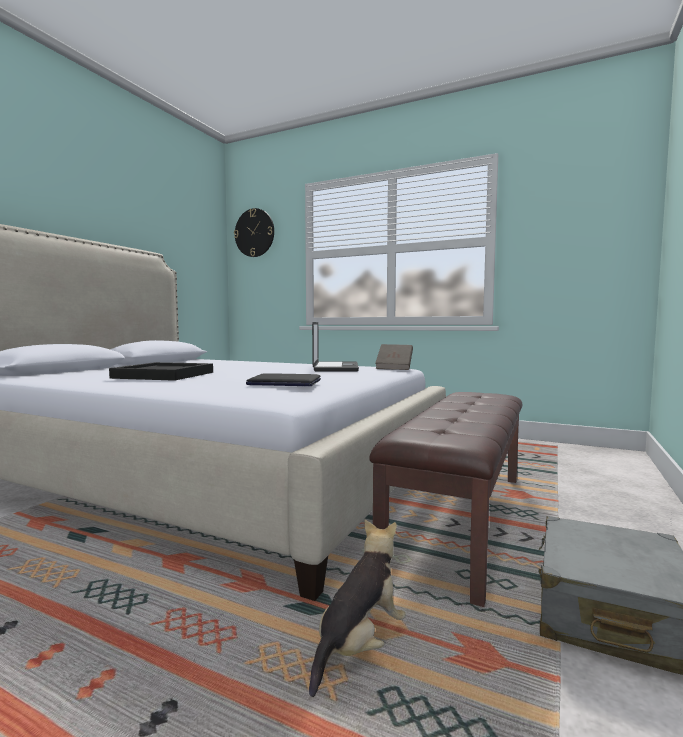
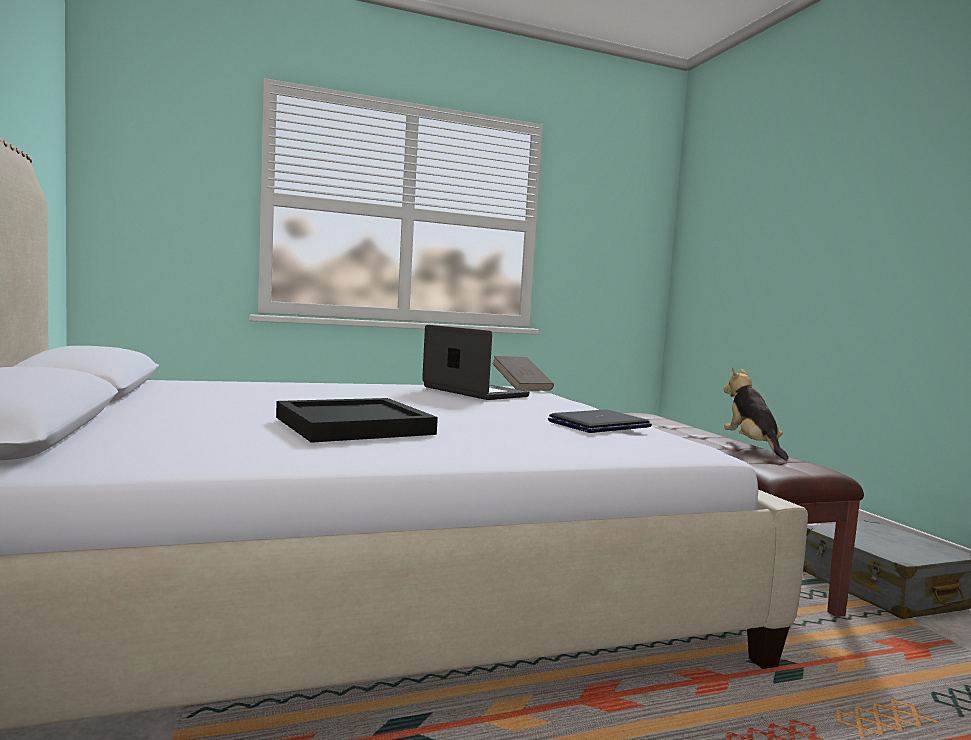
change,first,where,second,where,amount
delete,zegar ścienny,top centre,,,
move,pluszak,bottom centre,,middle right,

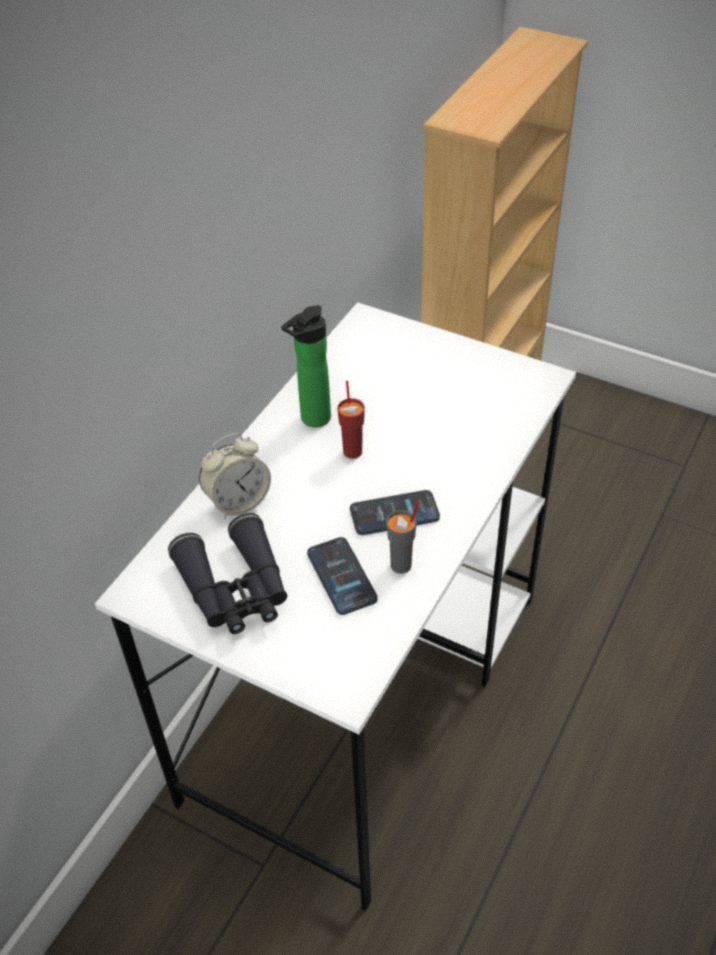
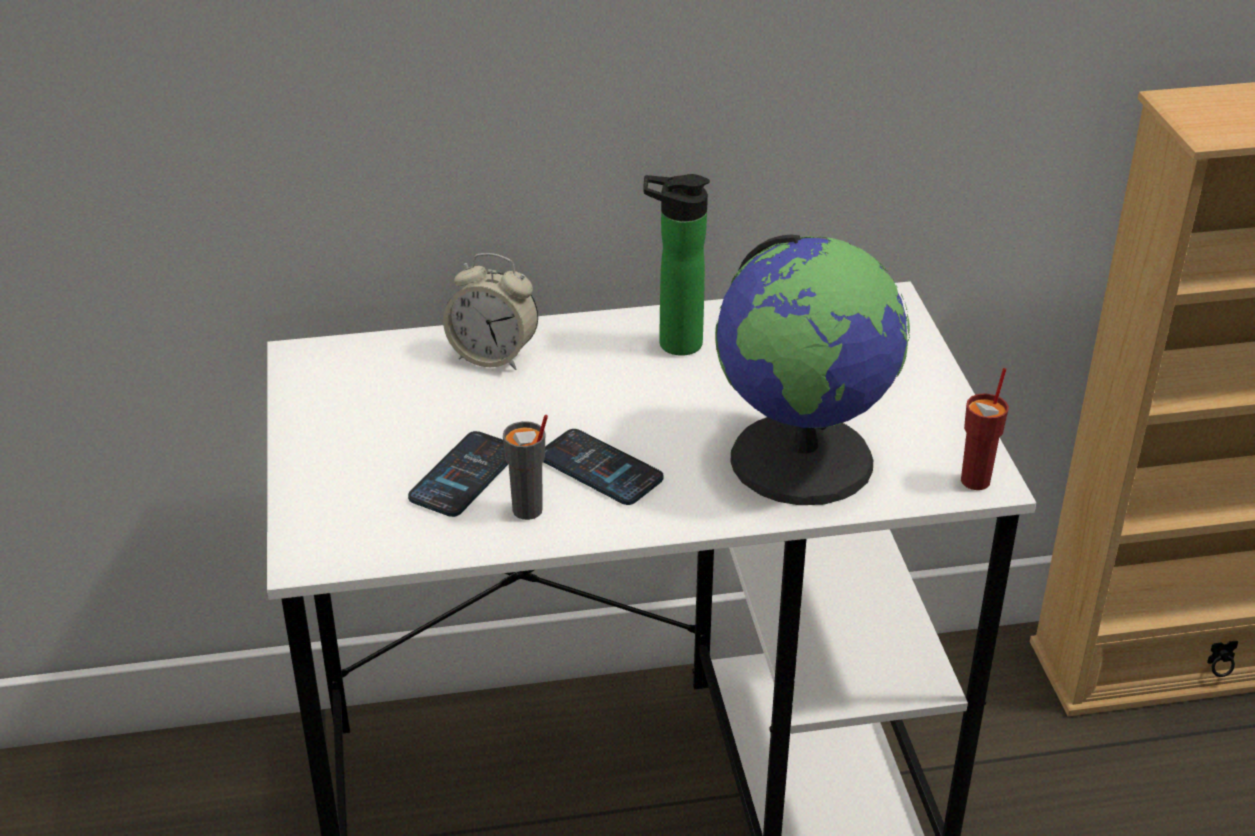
change,first,where,second,where,amount
move,filiżanka (czerwony),centre,,middle right,
delete,lornetka (czarny),middle left,,,
insert,,,globus,centre,

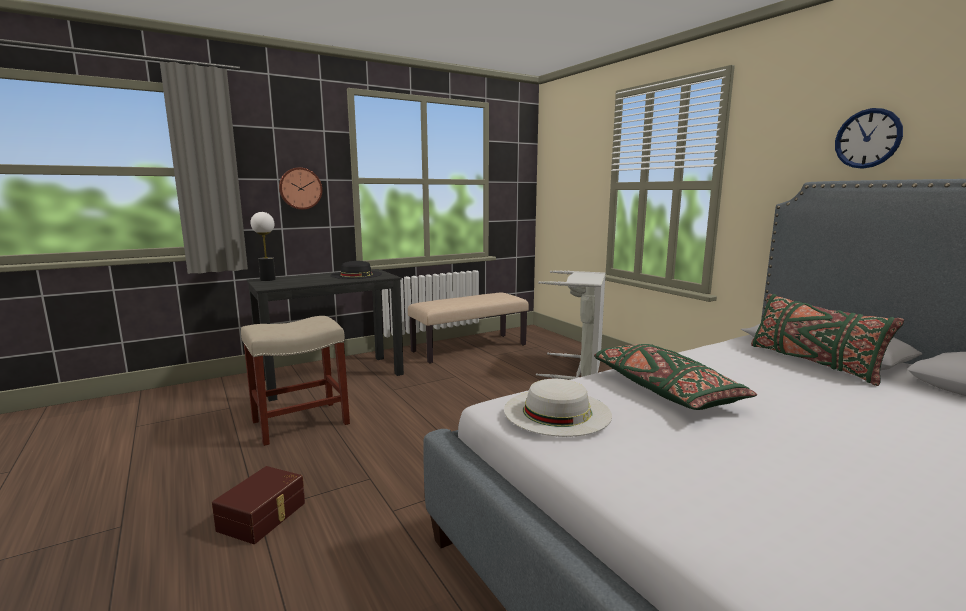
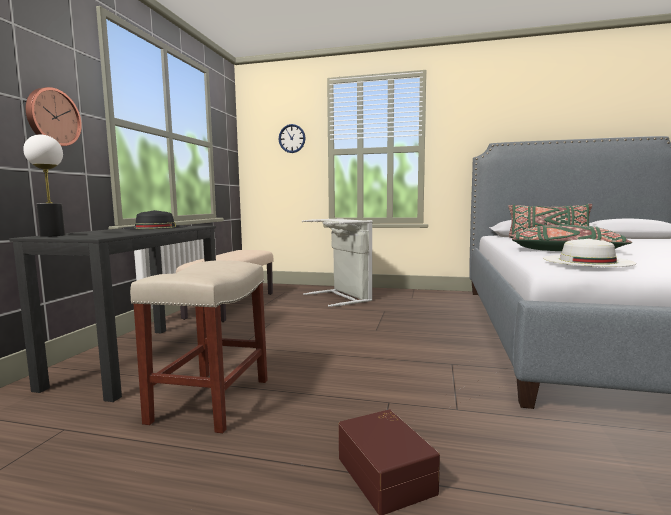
change,first,where,second,where,amount
move,zegar ścienny (2nd from left),top right,,top centre,

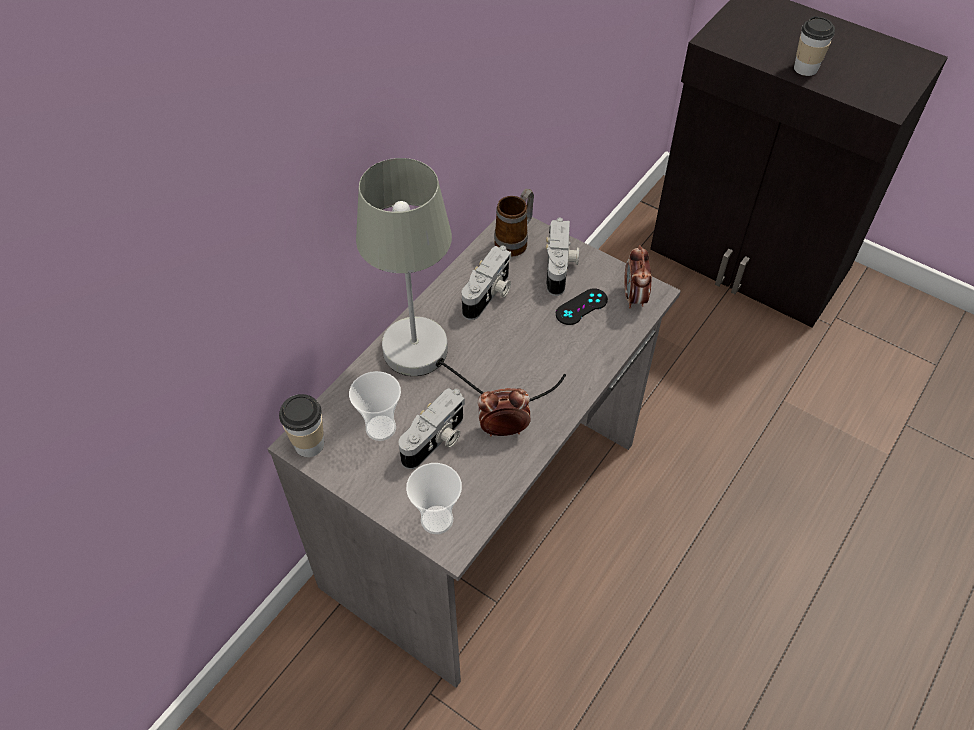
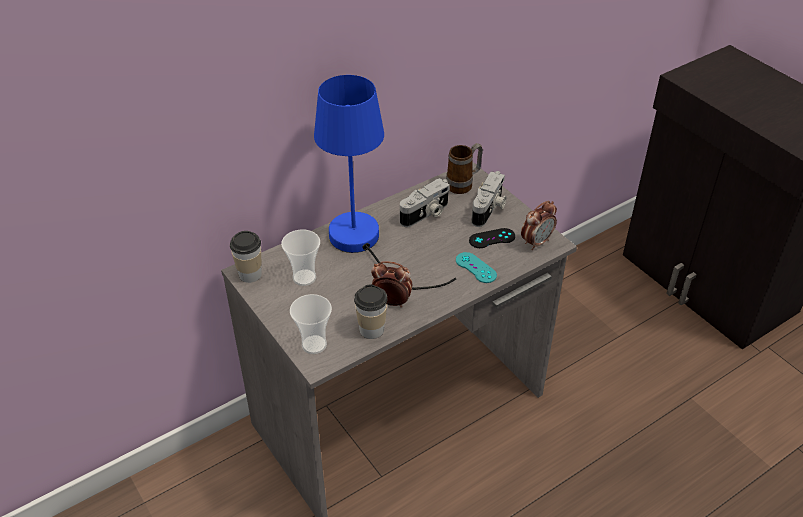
change,first,where,second,where,amount
move,filiżanka (4th from left),top right,,centre,
recolor,lampa stołowa (szary),centre,lampa stołowa (niebieski),centre,
rotate,budzik (2nd from left),centre,,middle right,150 degrees counterclockwise
delete,aparat fotograficzny (1st from left),centre,,,
insert,,,pad do gier (turkusowy),centre,

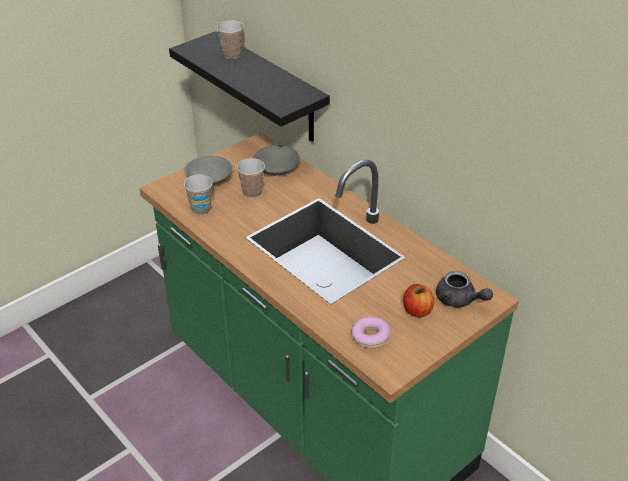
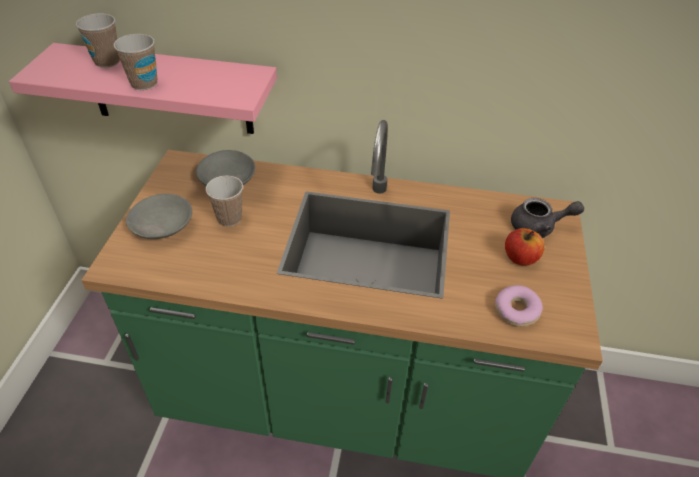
change,first,where,second,where,amount
recolor,półka (czarny),top centre,półka (różowy),top left,
move,filiżanka (1st from left in the first image),middle left,filiżanka (2nd from left),top left,

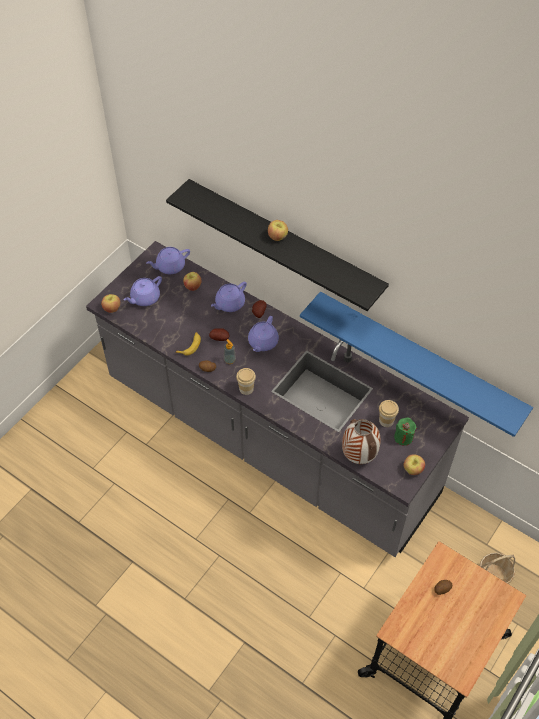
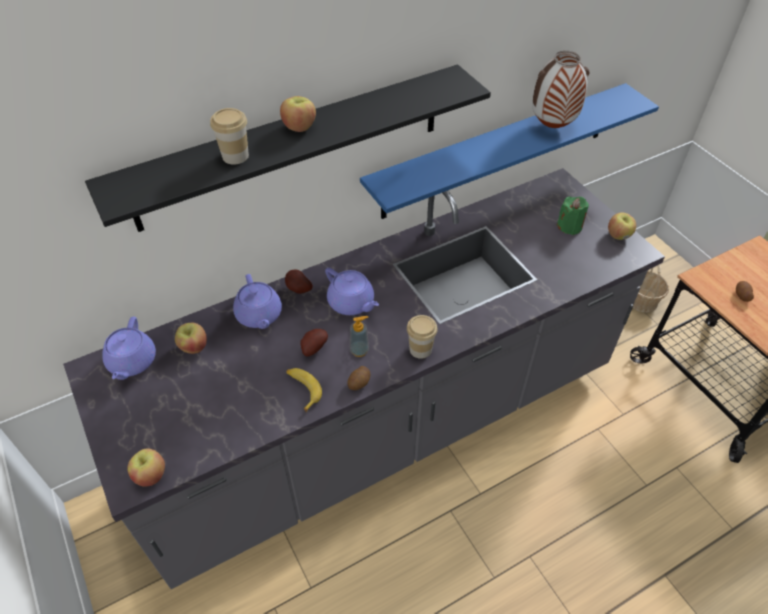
change,first,where,second,where,amount
delete,imbryk (fioletowy) (1st from left),middle left,,,
move,filiżanka (2nd from left in the first image),middle right,filiżanka (1st from left),top left,
move,wazon,middle right,,top right,

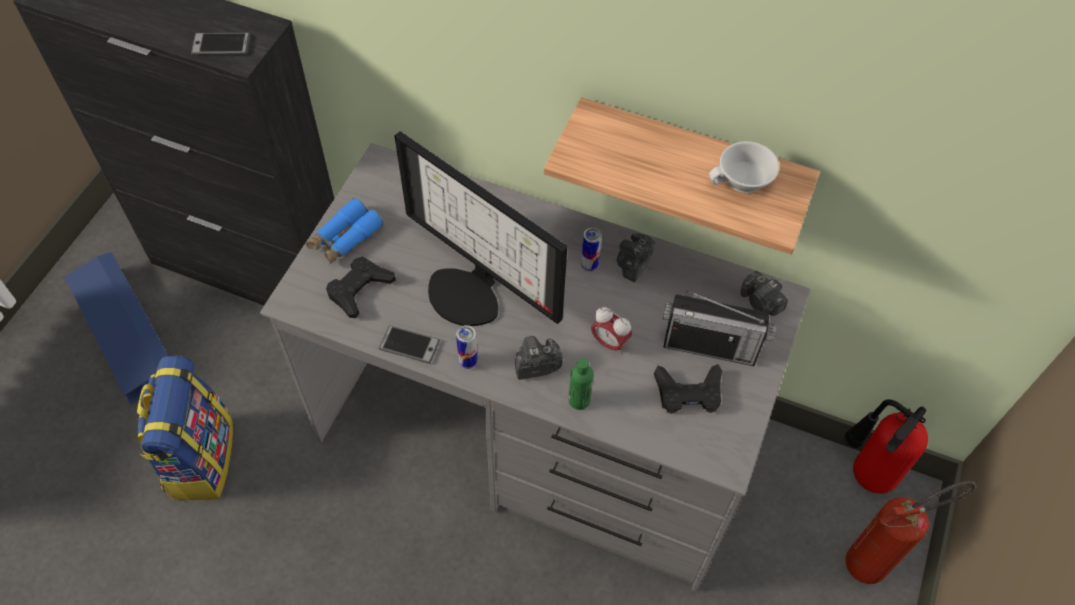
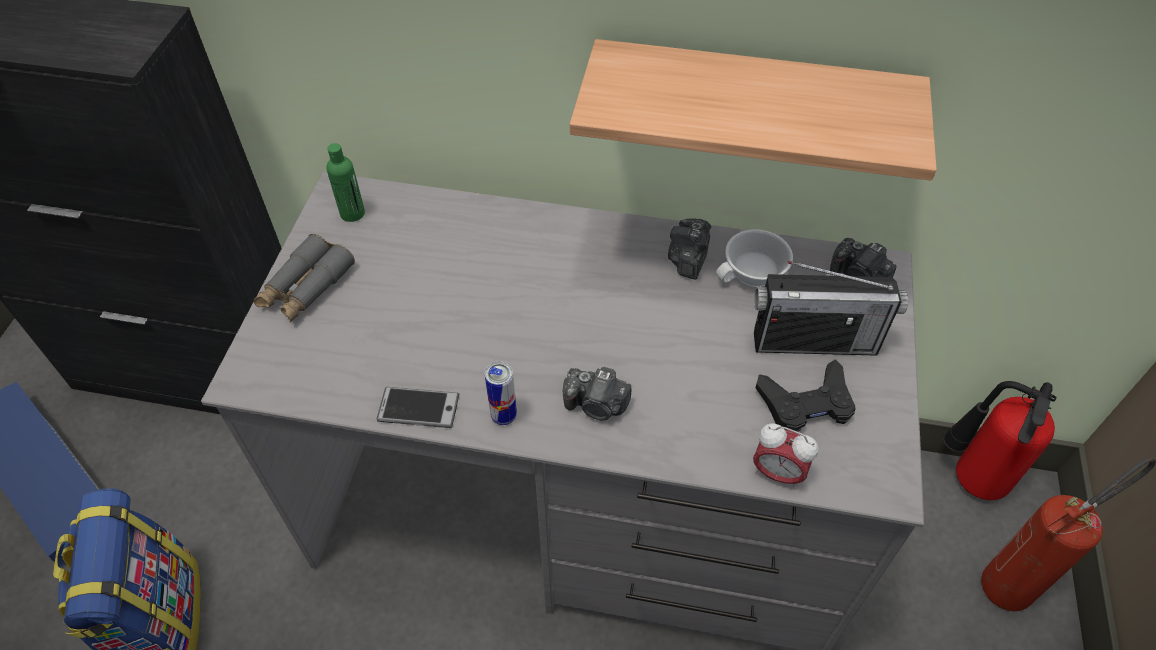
change,first,where,second,where,amount
delete,telefon (1st from left),top left,,,
delete,monitor,centre,,,
move,filiżanka (biały),top right,,centre,
recolor,lornetka (niebieski),middle left,lornetka (szary),middle left,
delete,puszka (2nd from left),centre,,,
delete,pad do gier (czarny) (1st from left),centre,,,
move,budzik,centre,,bottom right,
rotate,aparat fotograficzny (1st from left),centre,,centre,135 degrees counterclockwise
move,butelka (zielony),centre,,top left,

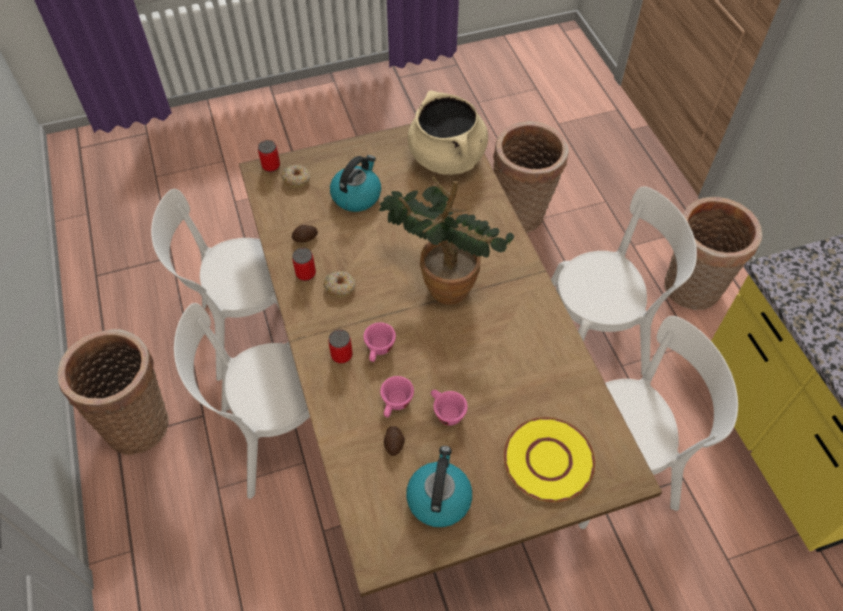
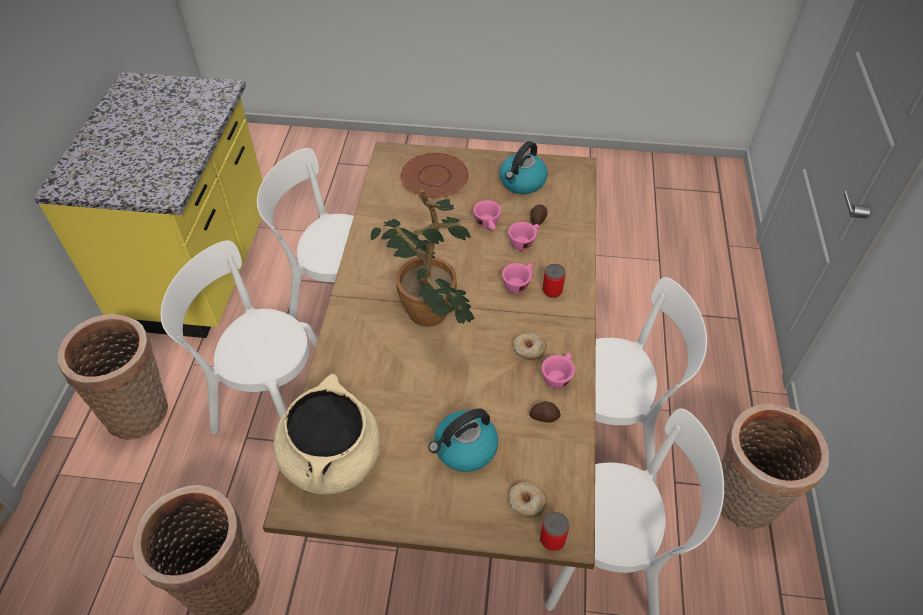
change,first,where,second,where,amount
replace,puszka (2nd from left),centre,filiżanka (różowy) (4th from left),centre,
recolor,talerz (żółty),bottom centre,talerz (brązowy),top centre,

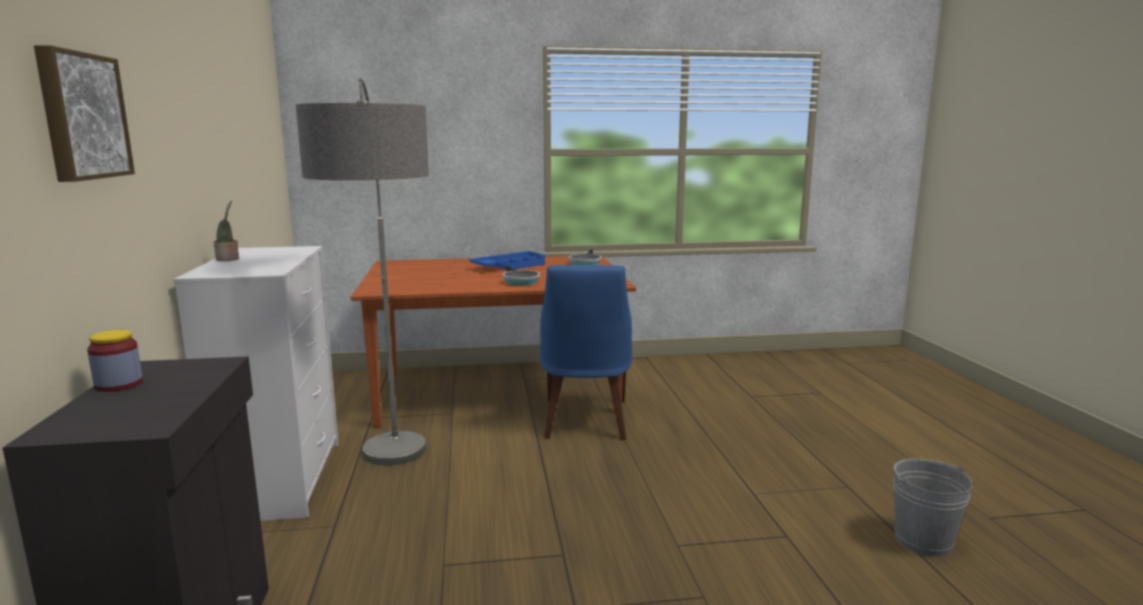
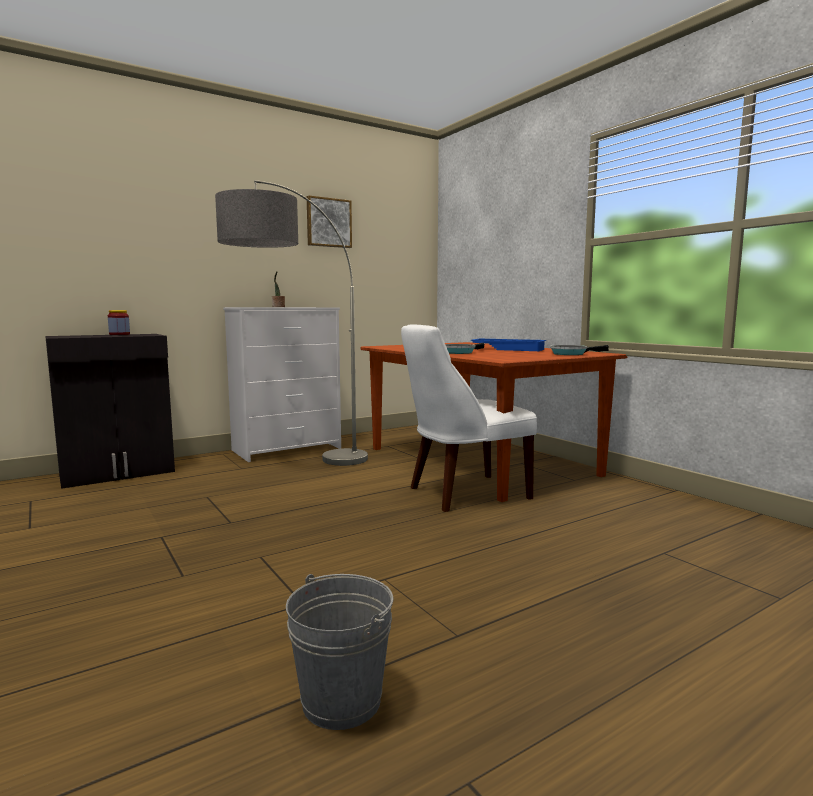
change,first,where,second,where,amount
move,obraz,top left,,top centre,
recolor,krzesło (niebieski),centre,krzesło (biały),centre,

